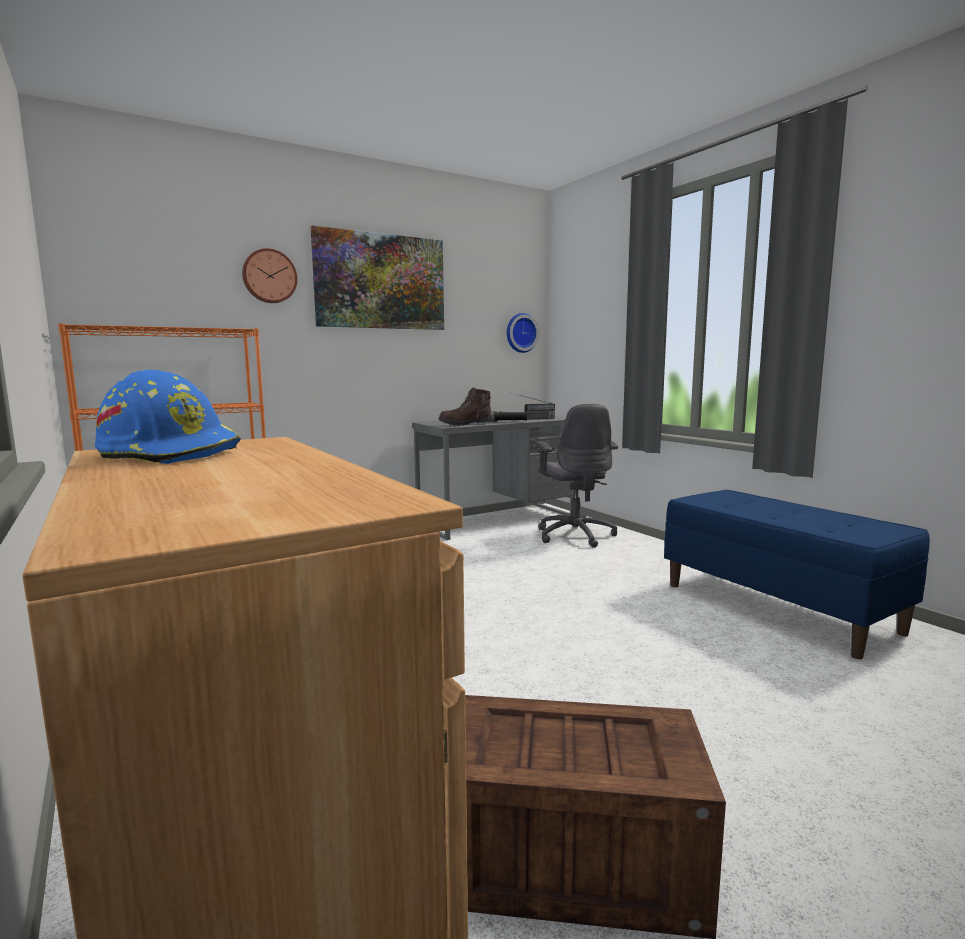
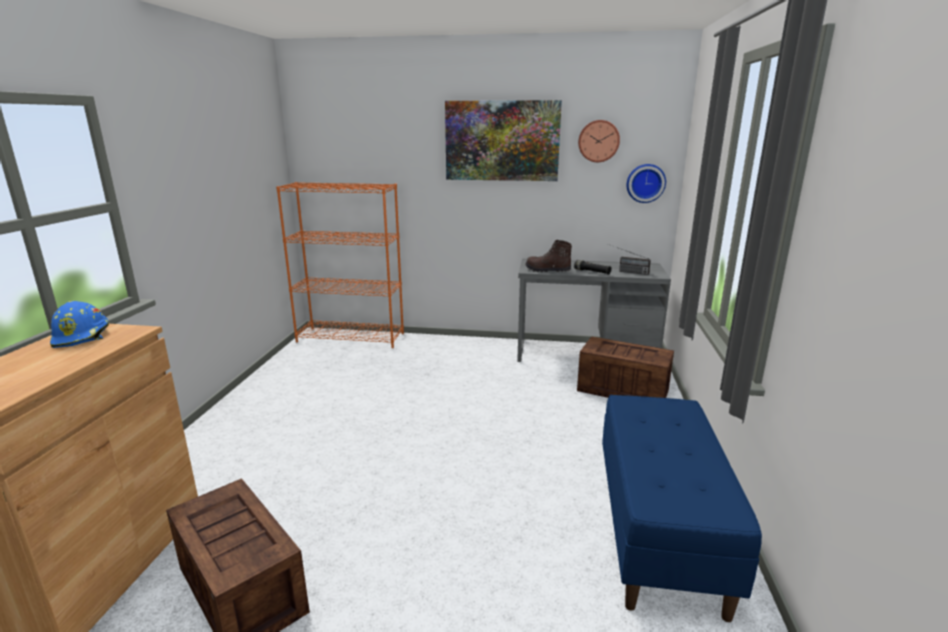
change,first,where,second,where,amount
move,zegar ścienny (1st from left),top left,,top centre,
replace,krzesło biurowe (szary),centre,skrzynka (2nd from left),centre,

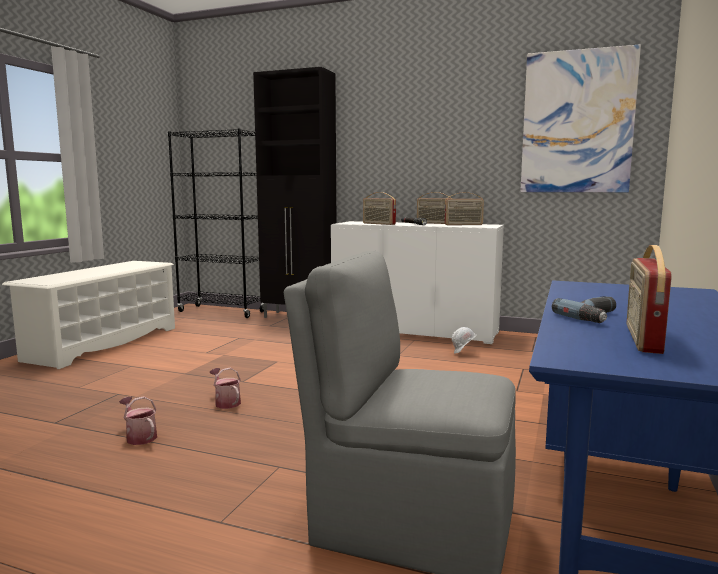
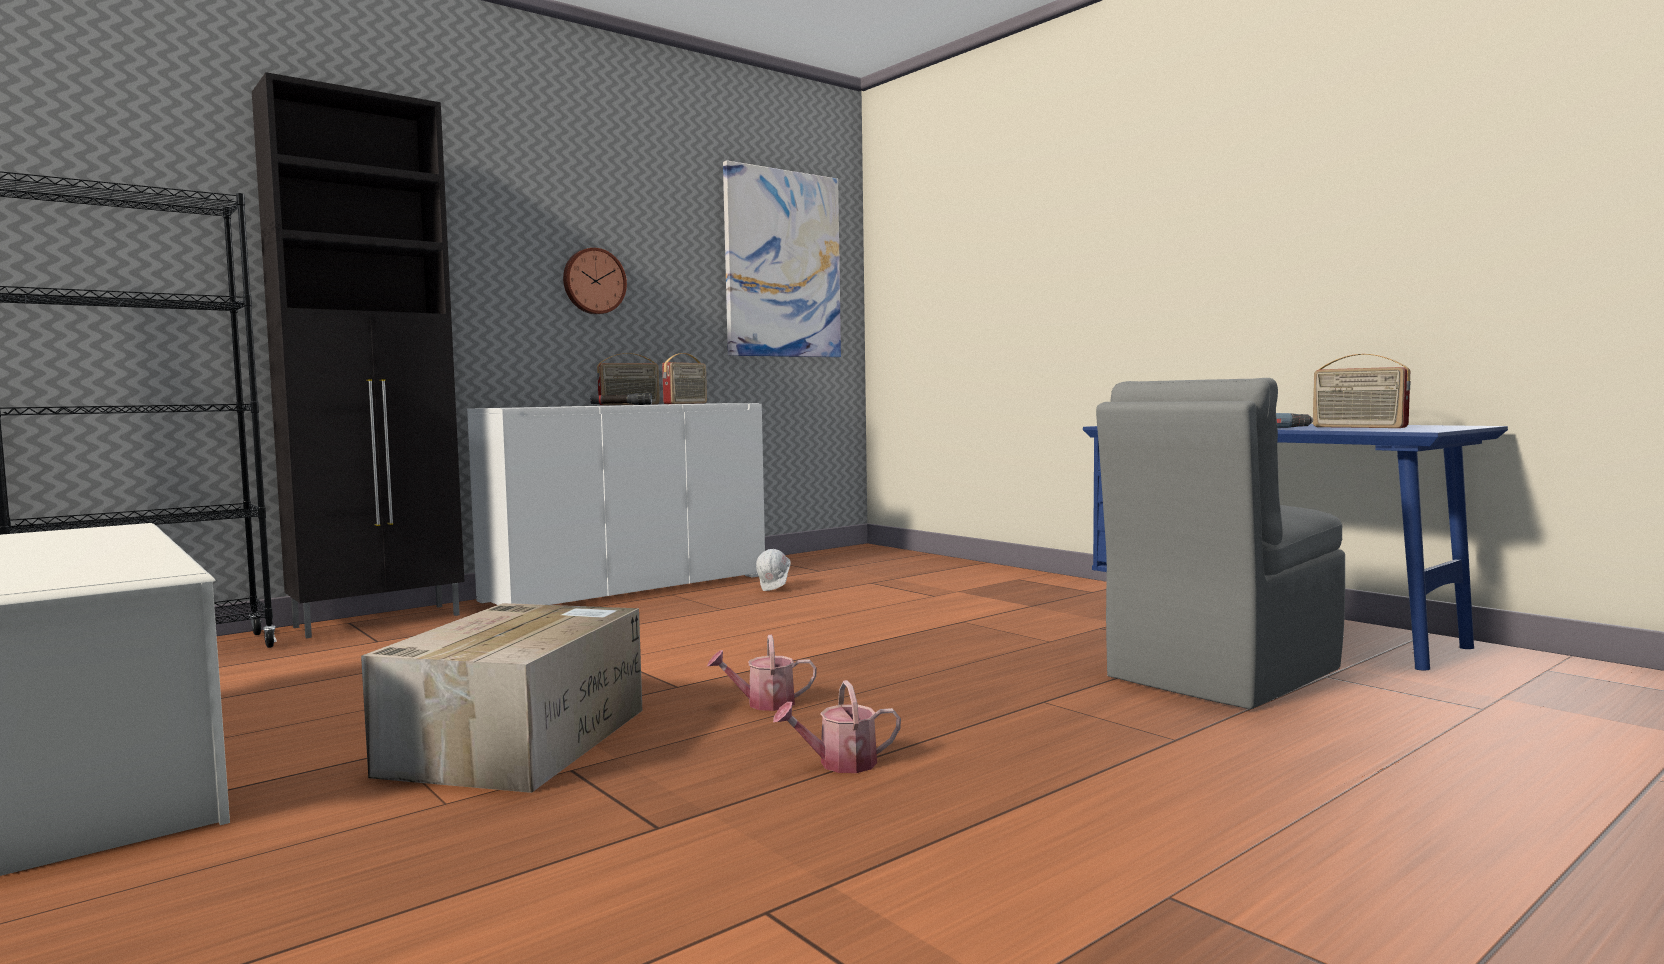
change,first,where,second,where,amount
delete,radio (1st from left),centre,,,
insert,,,zegar ścienny,top centre,
insert,,,karton,bottom left,

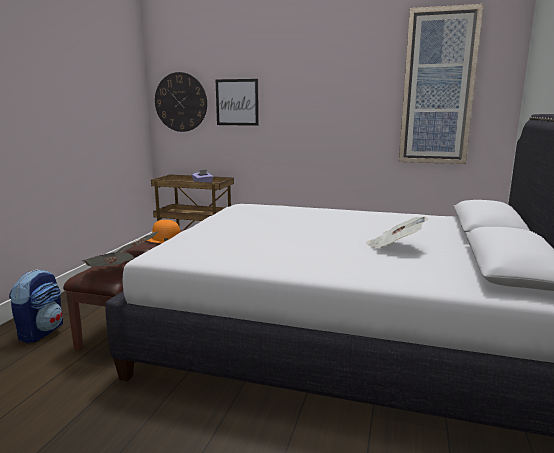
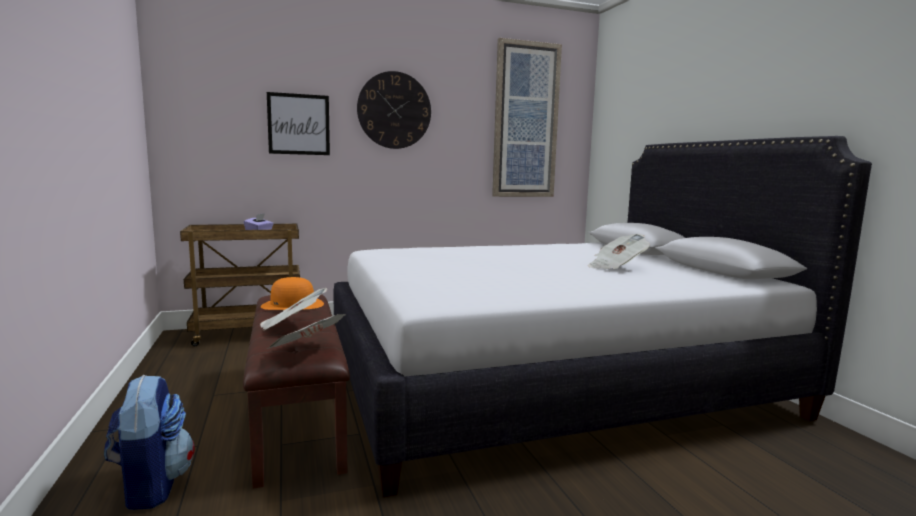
change,first,where,second,where,amount
move,zegar ścienny,top left,,top centre,

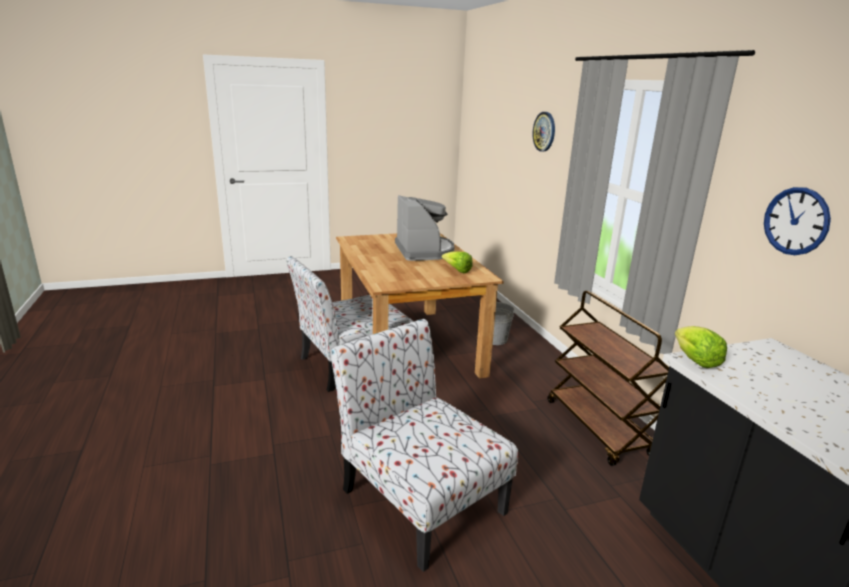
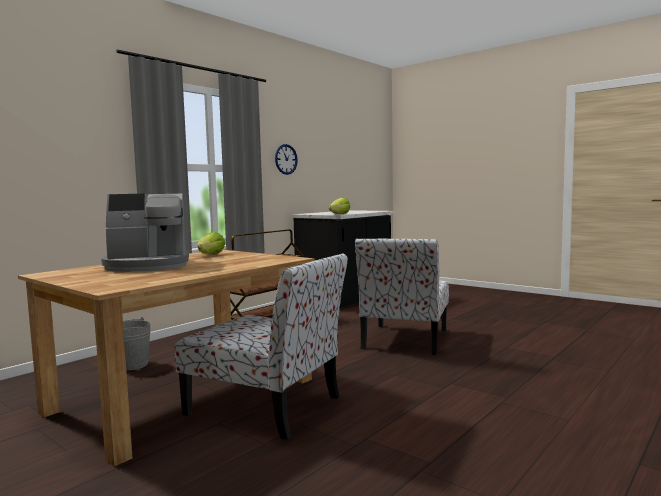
change,first,where,second,where,amount
delete,zegar ścienny (1st from left),top centre,,,
rotate,ekspres do kawy,centre,,middle left,150 degrees counterclockwise

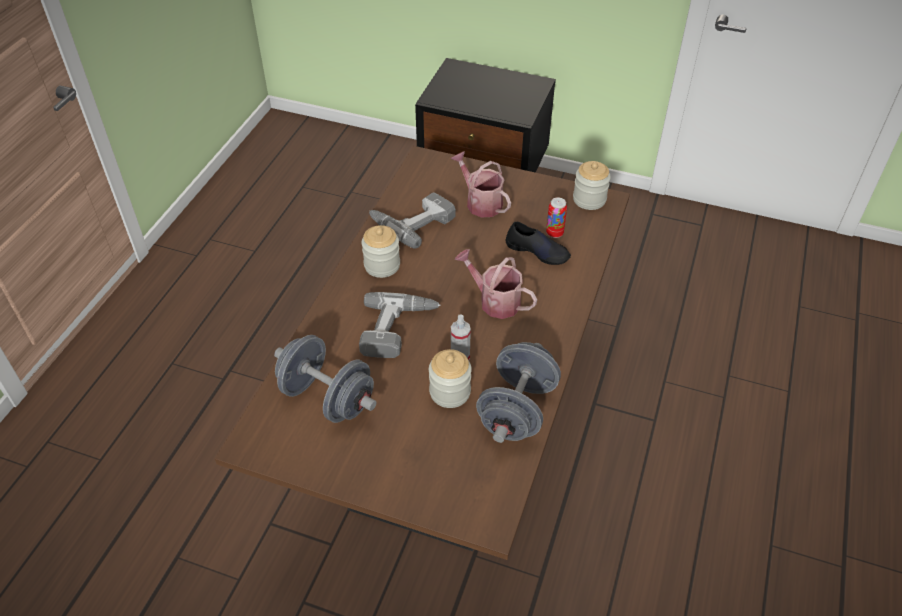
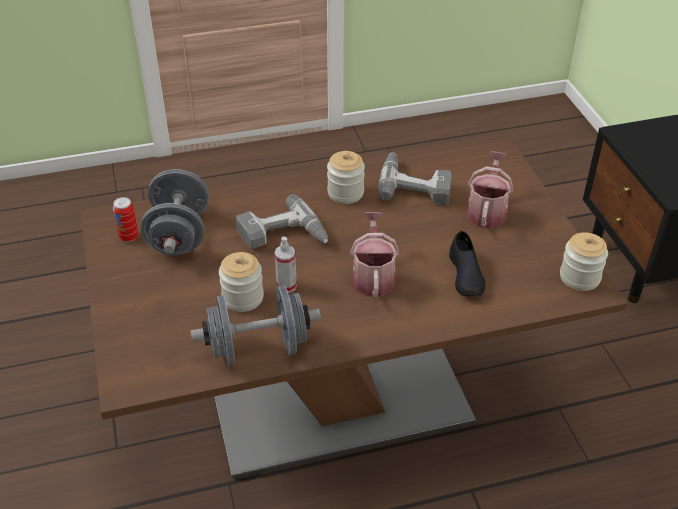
change,first,where,second,where,amount
move,puszka,centre,,middle left,

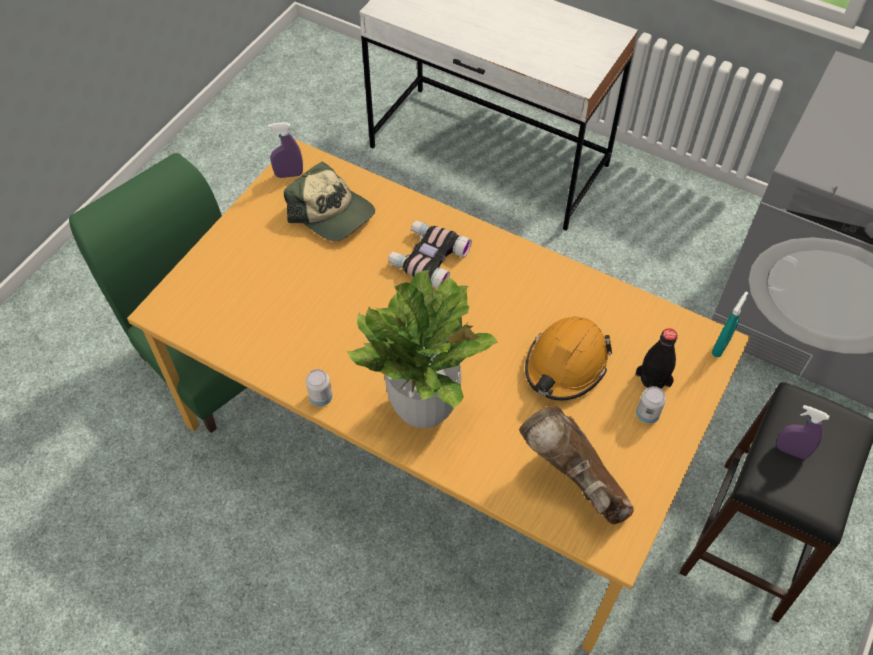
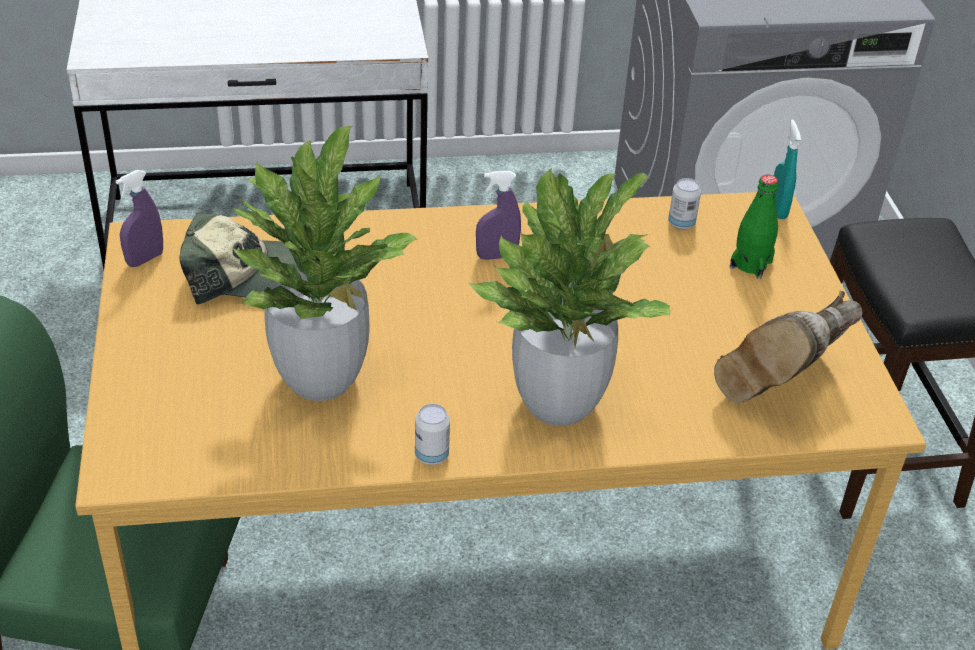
change,first,where,second,where,amount
delete,lornetka,centre,,,
delete,kask (pomarańczowy),centre,,,
recolor,butelka (czarny),middle right,butelka (zielony),middle right,
move,puszka (2nd from left),middle right,,top right,
move,spryskiwacz (fioletowy) (2nd from left),middle right,,top centre,
rotate,but z cholewką (brązowy),bottom centre,,middle right,60 degrees counterclockwise
insert,,,roślina doniczkowa (1st from left),middle left,

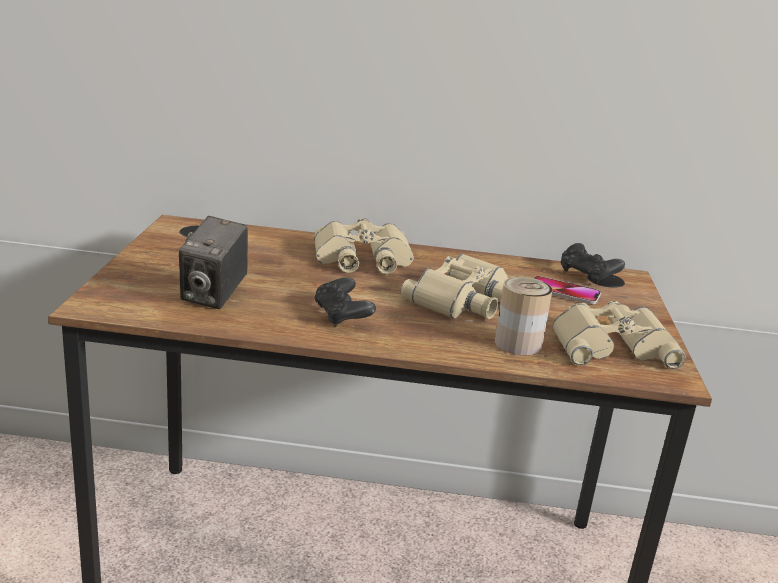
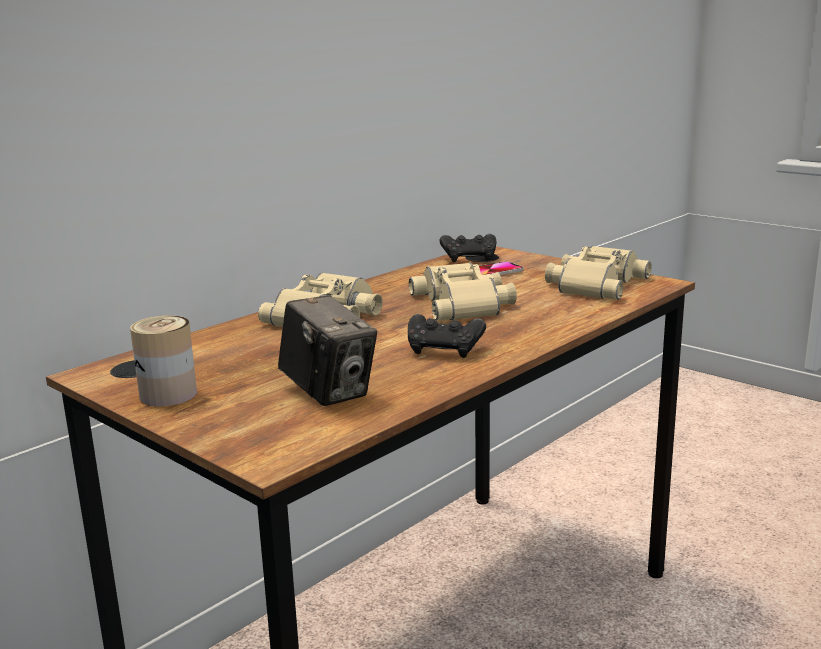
change,first,where,second,where,amount
move,puszka,middle right,,middle left,

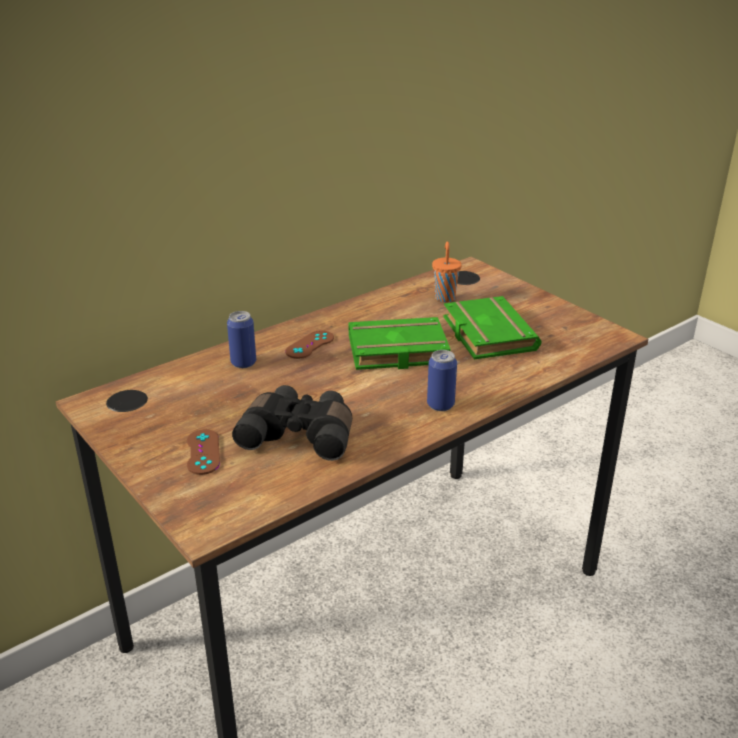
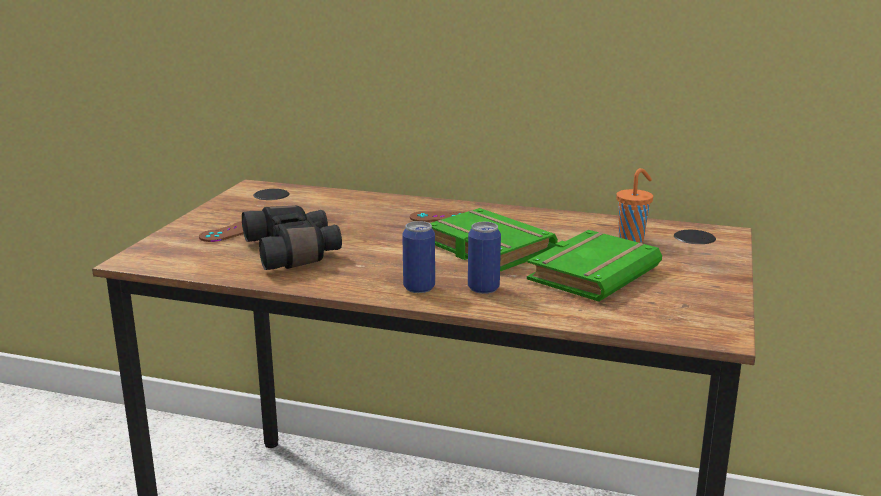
change,first,where,second,where,amount
move,puszka (1st from left in the first image),middle left,puszka (2nd from left),centre,

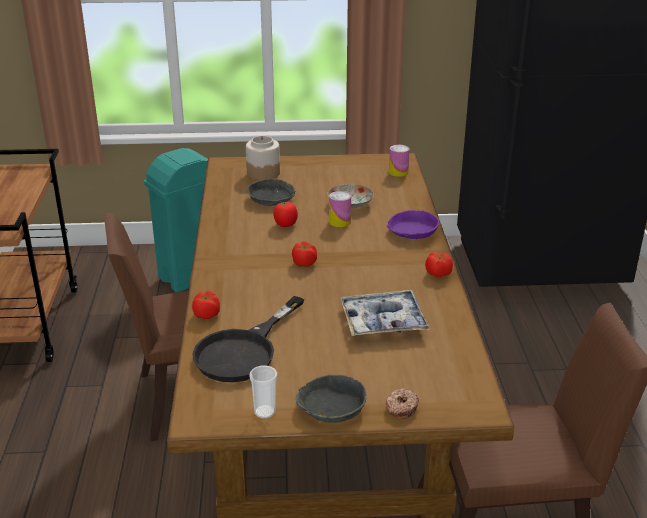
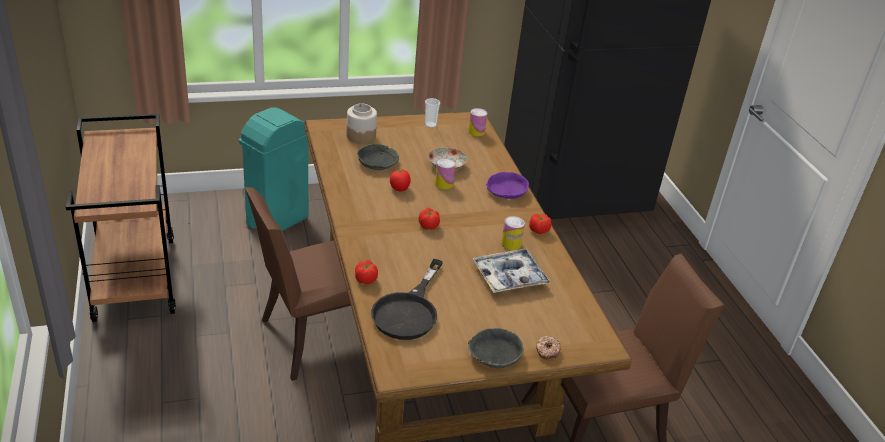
change,first,where,second,where,amount
move,filiżanka,bottom centre,,top centre,
insert,,,puszka (3rd from left),centre,

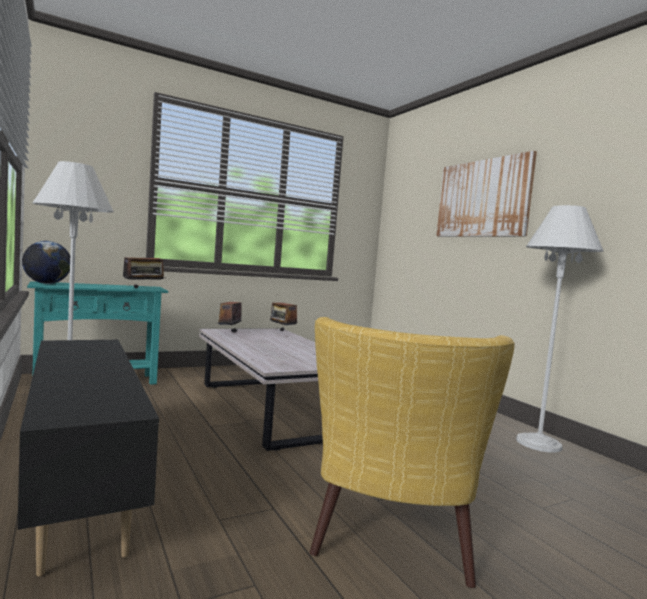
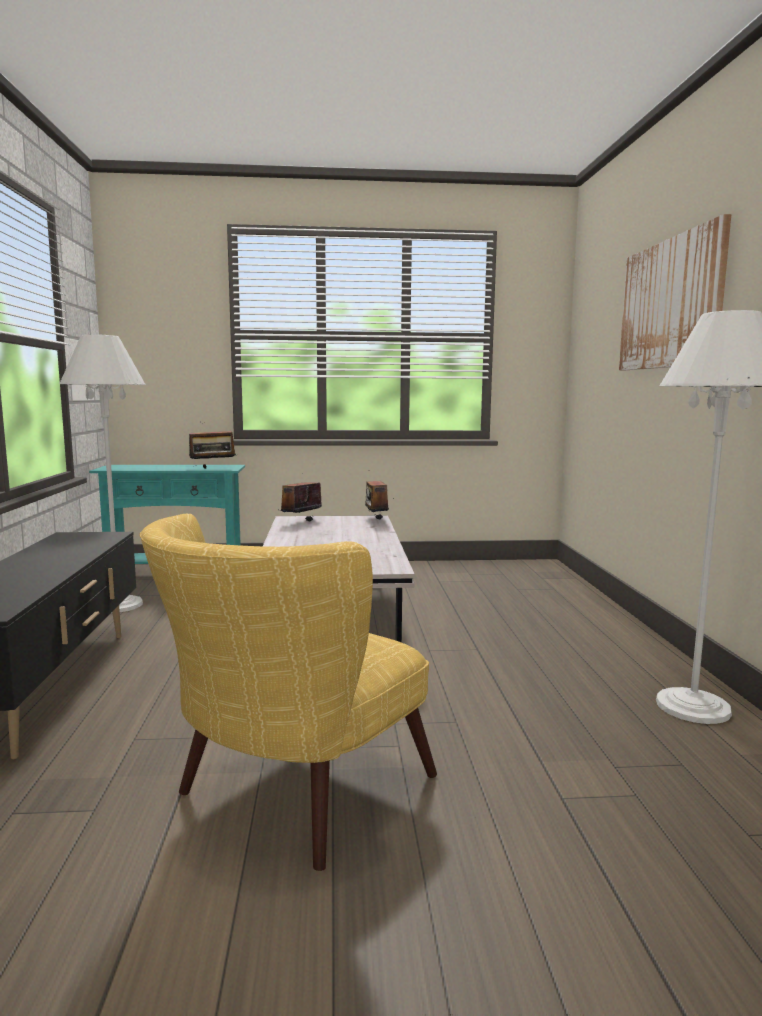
change,first,where,second,where,amount
delete,globus,middle left,,,

